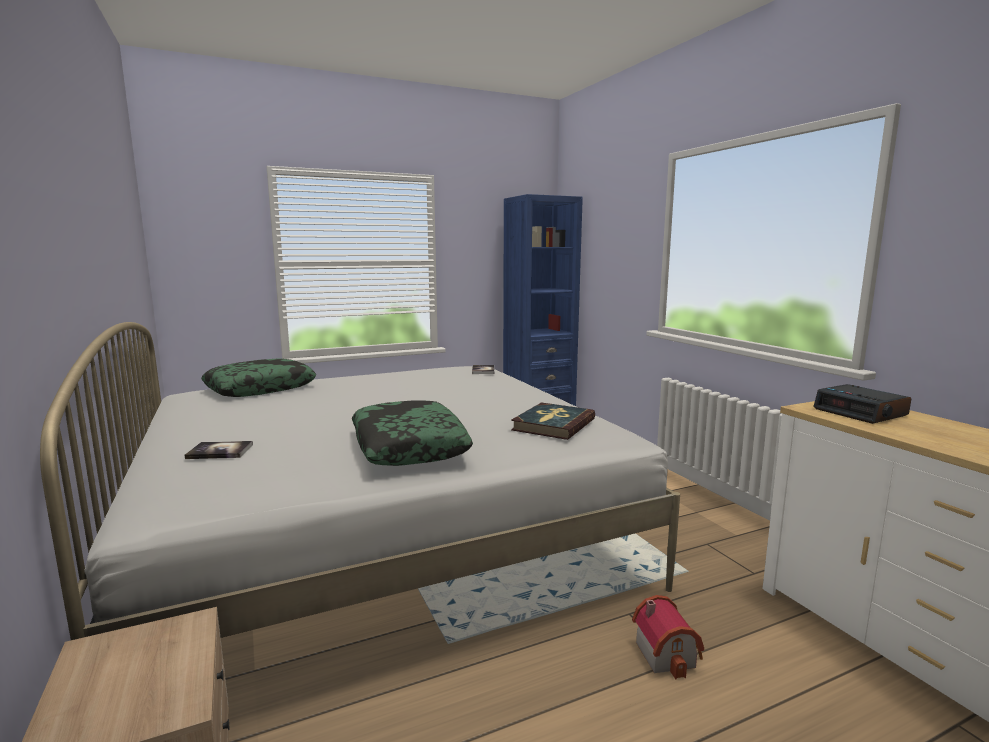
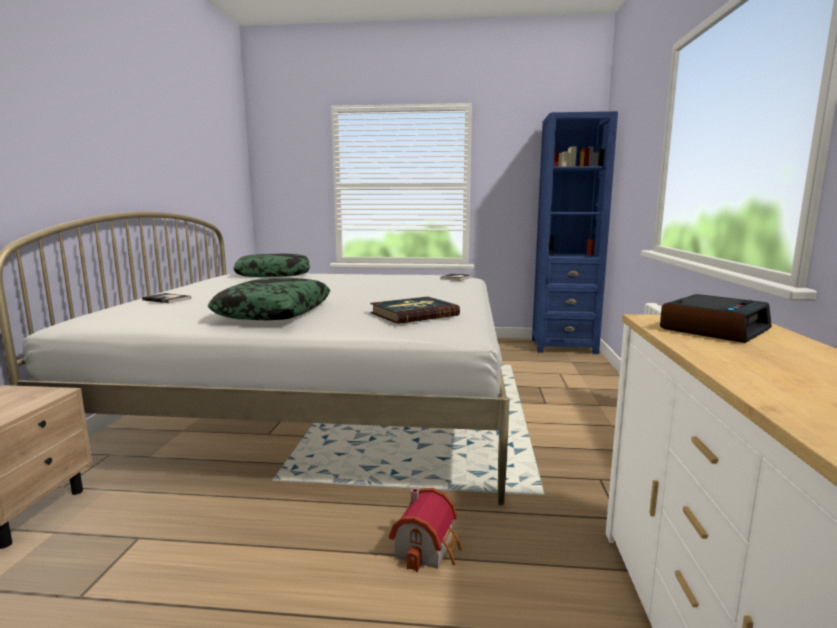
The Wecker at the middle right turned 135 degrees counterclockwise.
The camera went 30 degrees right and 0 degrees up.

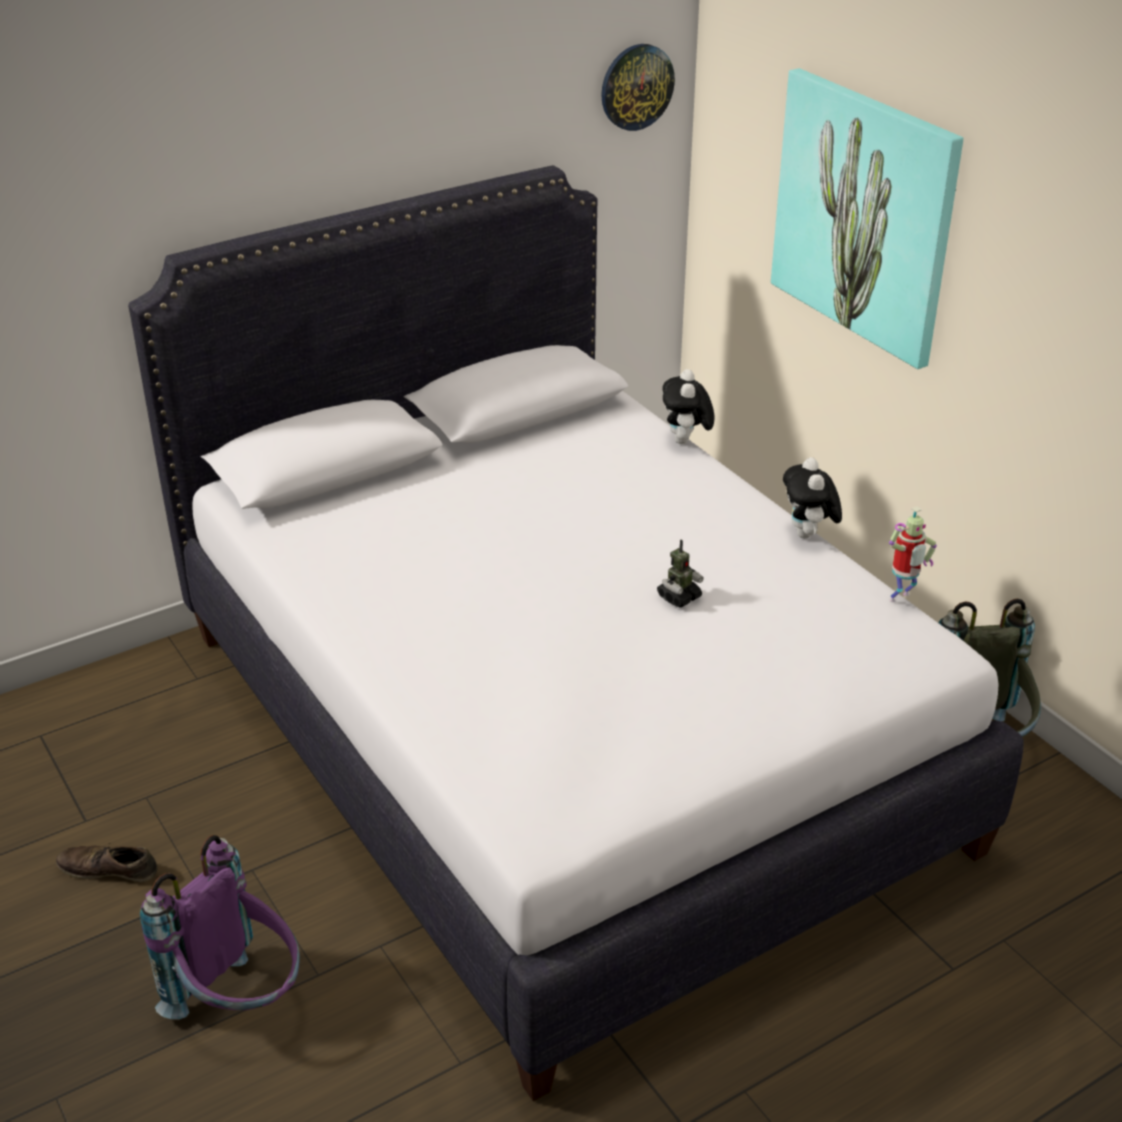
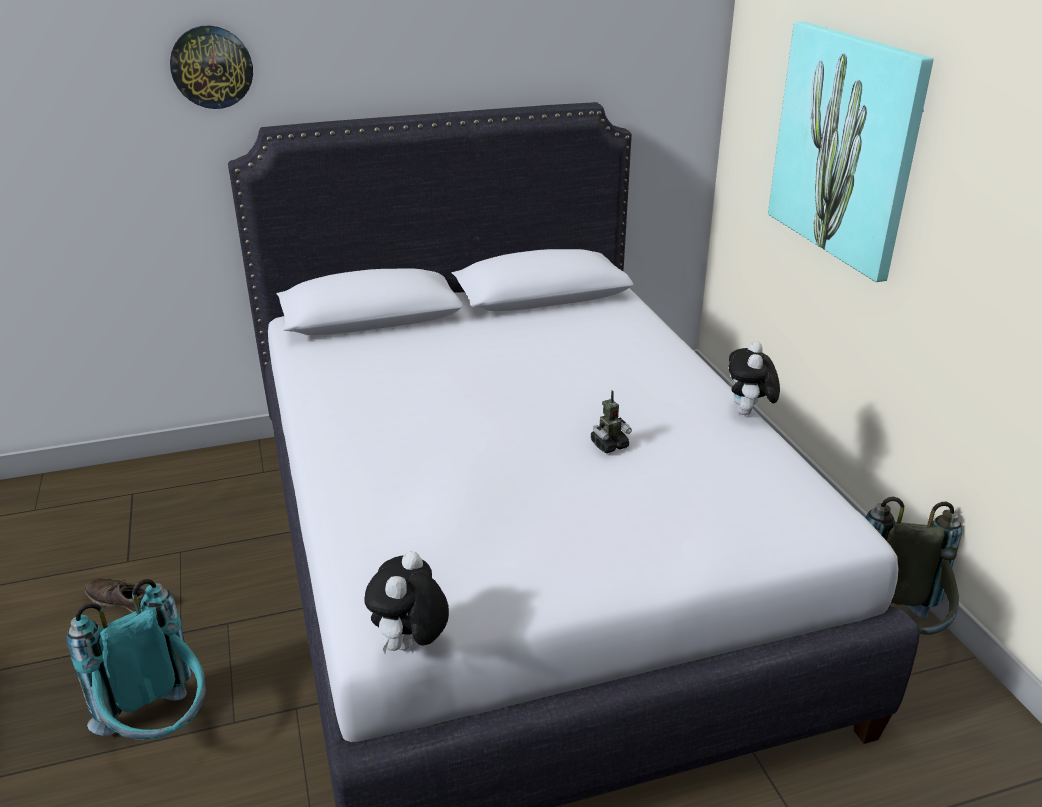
The Wanduhr moved from the top centre to the top left.
The Plüschtier (no. 1 from left) moved from the centre to the bottom centre.
The Spielzeugroboter (no. 2 from left) at the middle right disappeared.
The Rucksack/lila at the bottom left became the Rucksack/türkis at the bottom left.
The camera went 15 degrees right and 5 degrees down.

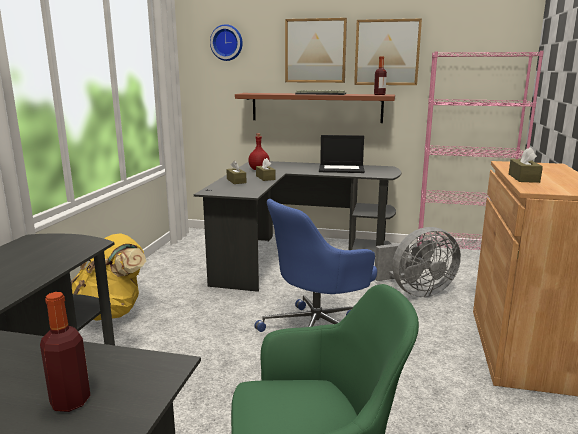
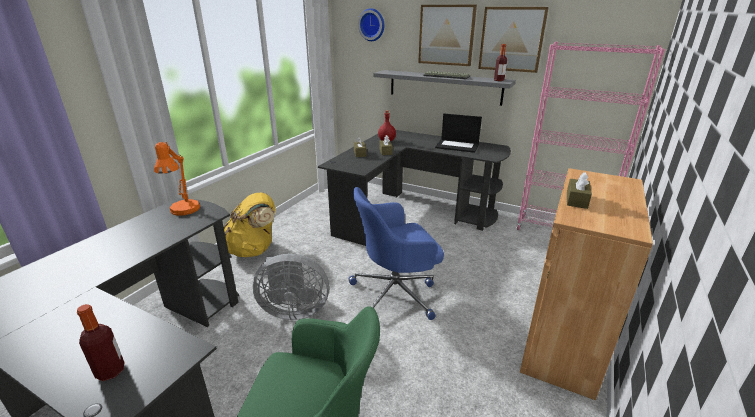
The Wandregal/braun at the top centre became the Wandregal/grau at the top centre.
The Ventilator/grau moved from the middle right to the bottom centre.
The Tischlampe/orange at the middle left appeared.
The camera went 15 degrees right and 10 degrees up.

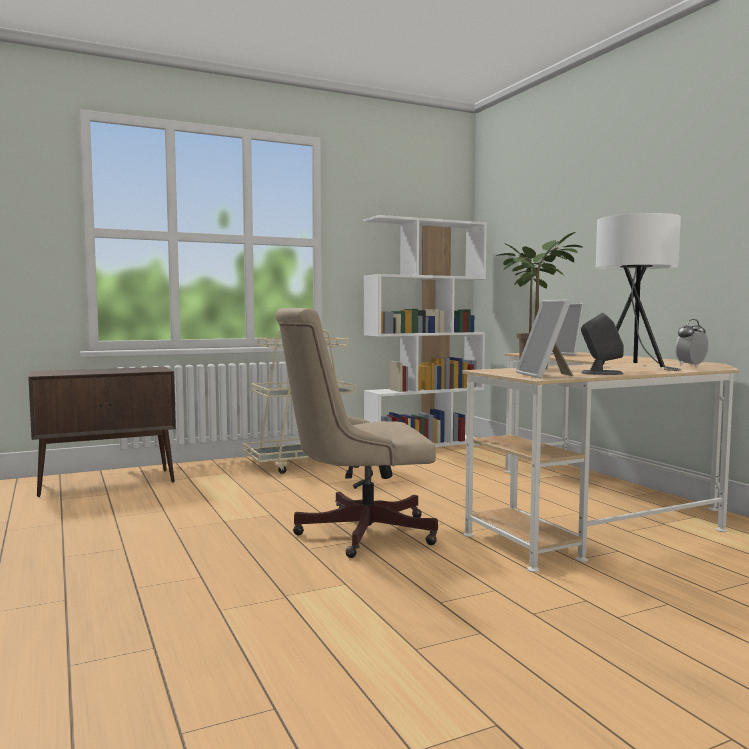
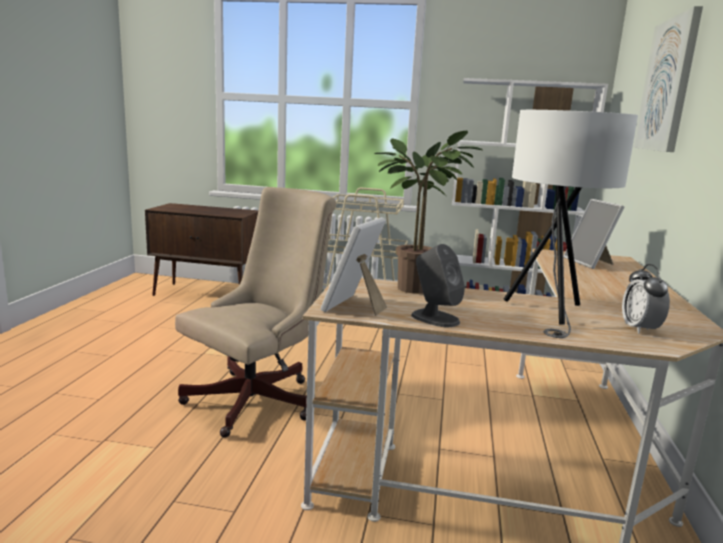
The Bürostuhl/beige at the centre turned 105 degrees clockwise.
The Wecker at the middle right turned 90 degrees counterclockwise.
The Bild at the top right appeared.
The camera went 35 degrees right and 10 degrees up.

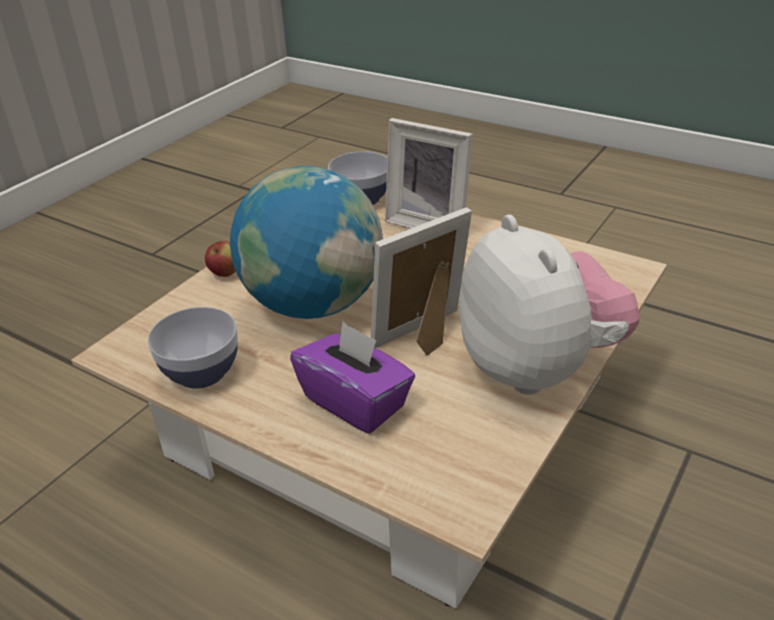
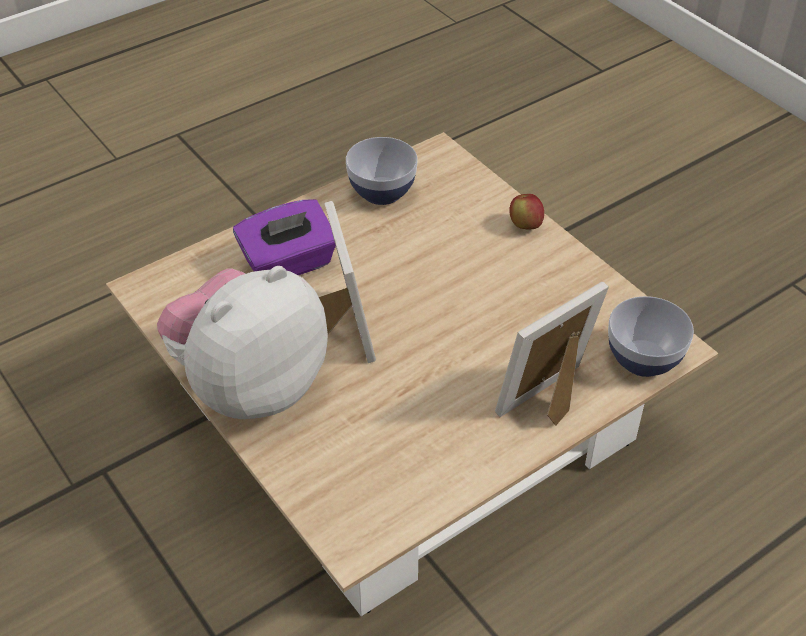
The Globus at the centre disappeared.
The Plüschtier at the middle right turned 135 degrees clockwise.
The camera went 110 degrees right and 10 degrees up.

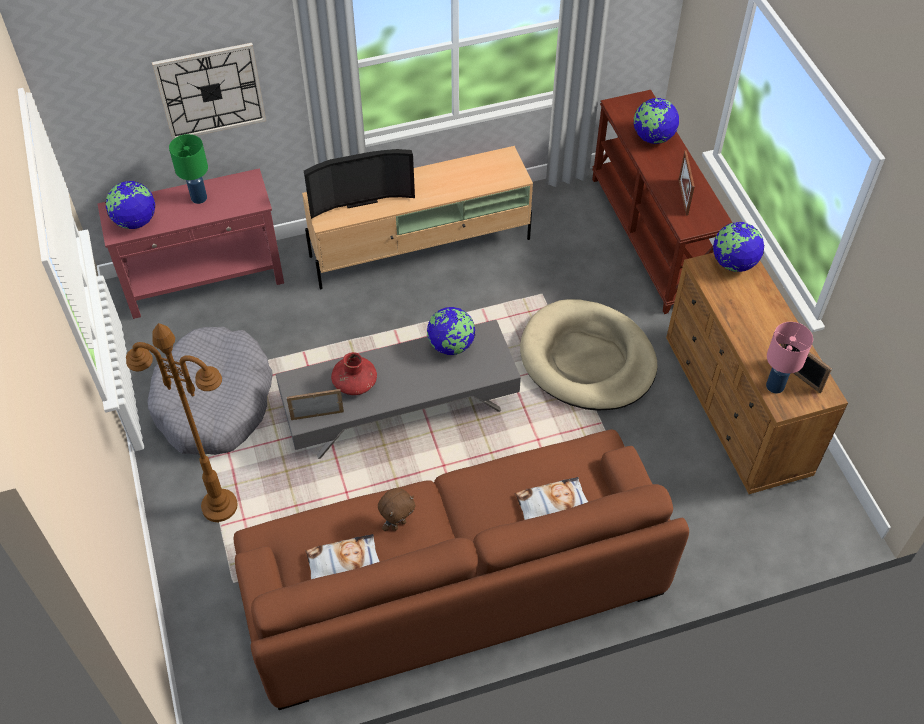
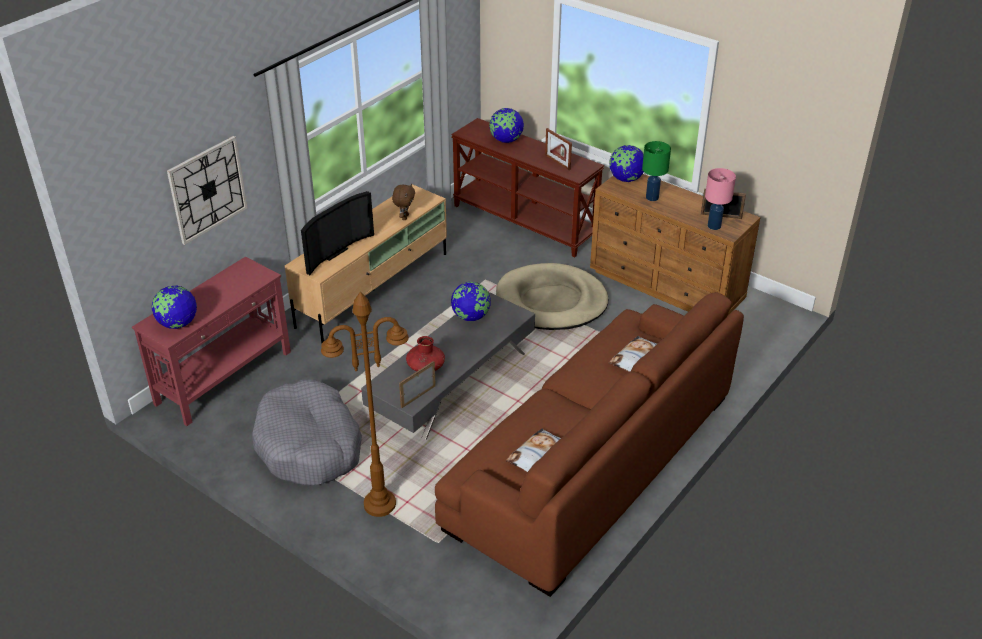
The Tischlampe/grün moved from the top left to the top right.
The Plüschtier/braun moved from the bottom centre to the top centre.
The camera went 35 degrees left and 15 degrees down.

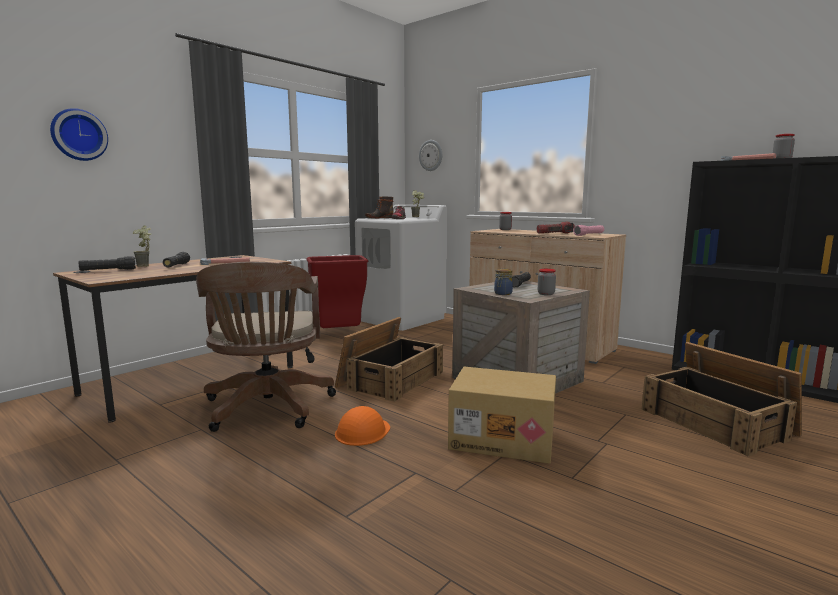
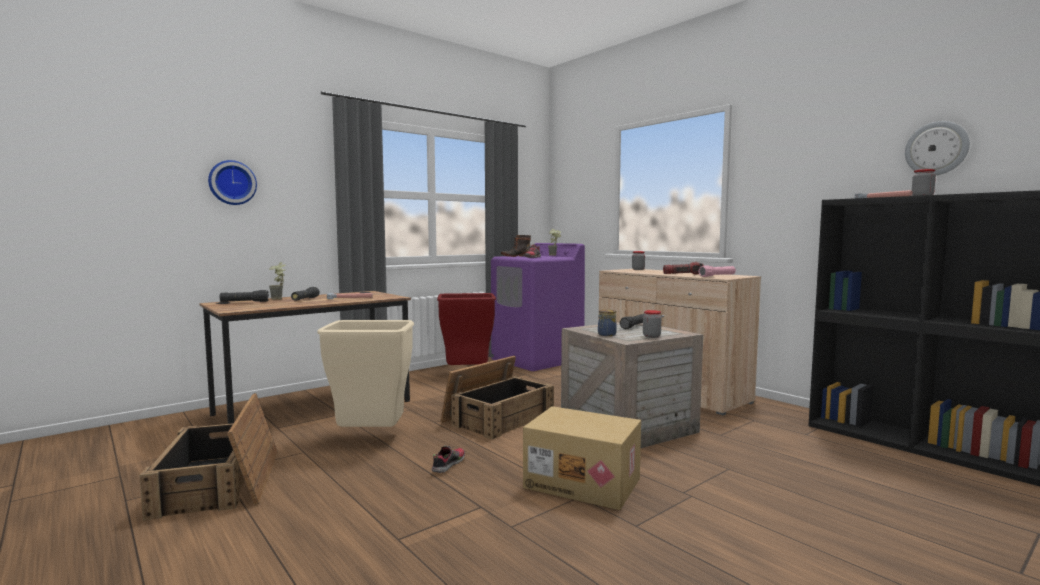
The Wanduhr (no. 2 from left) moved from the top centre to the top right.
The Waschmaschine/weiß at the centre became the Waschmaschine/lila at the centre.
The Bürostuhl/braun at the middle left was replaced by the Mülleimer/beige at the centre.
The Kiste (no. 3 from left in the first image) moved from the bottom right to the bottom left.
The Schutzhelm/orange at the bottom centre was replaced by the Schuh (no. 1 from left) at the bottom centre.
The camera went 10 degrees right and 5 degrees down.

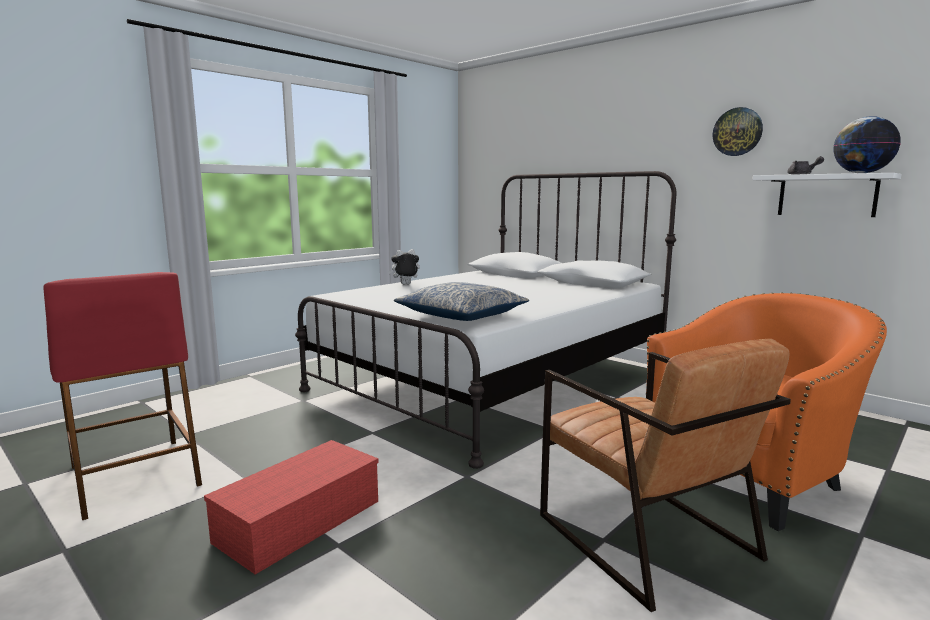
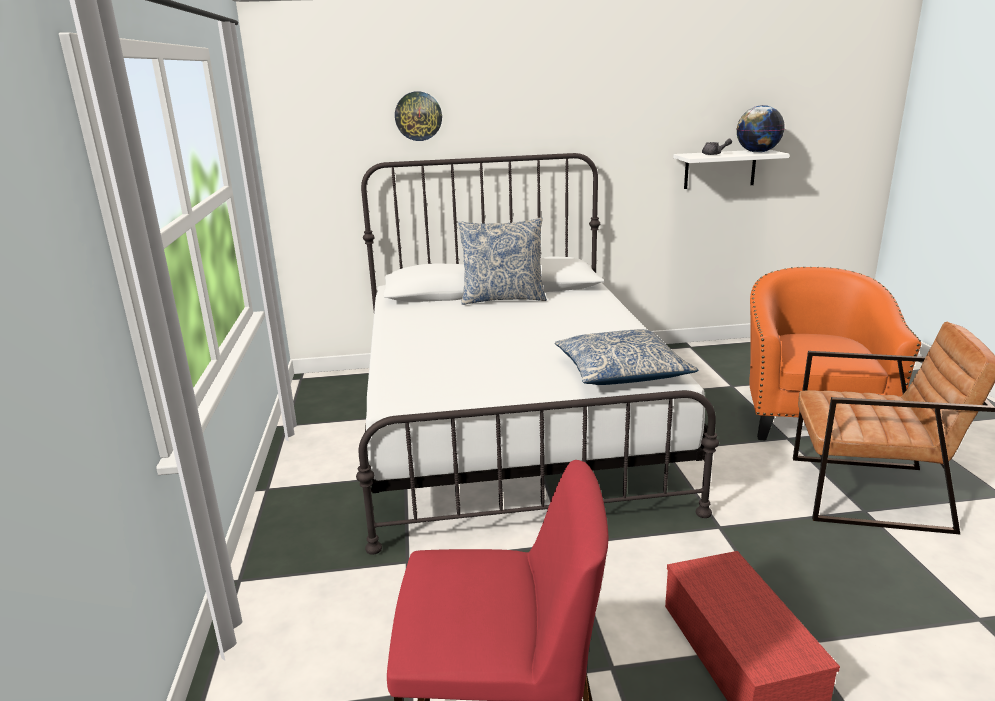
The Wanduhr moved from the top right to the top centre.
The Plüschtier at the centre disappeared.
The Kissen (no. 1 from left) at the centre appeared.
The camera went 50 degrees left and 10 degrees up.

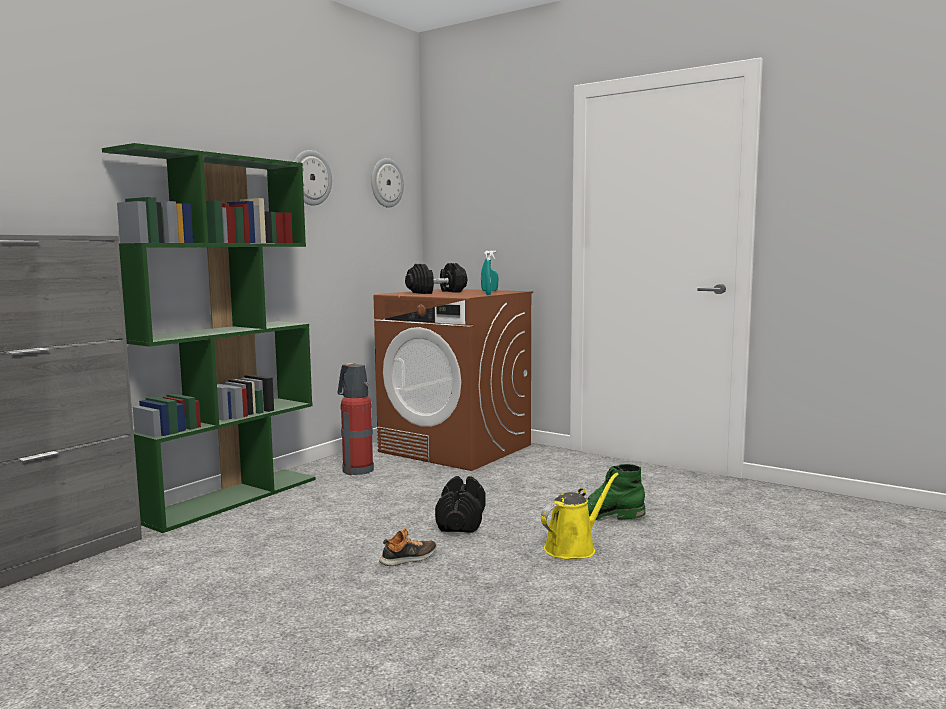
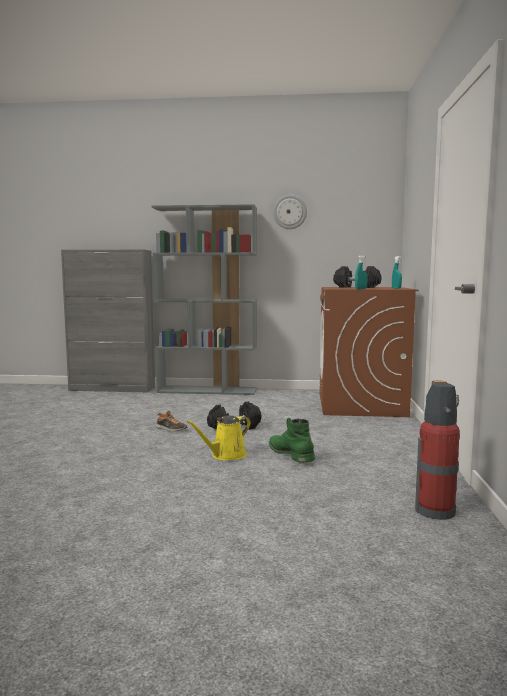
The Bücherregal/grün at the middle left became the Bücherregal/grau at the centre.
The Wanduhr (no. 2 from left) at the top centre disappeared.
The Feuerlöscher moved from the centre to the middle right.
The Gießkanne/gelb at the bottom centre turned 120 degrees clockwise.
The camera went 60 degrees right and 0 degrees up.

